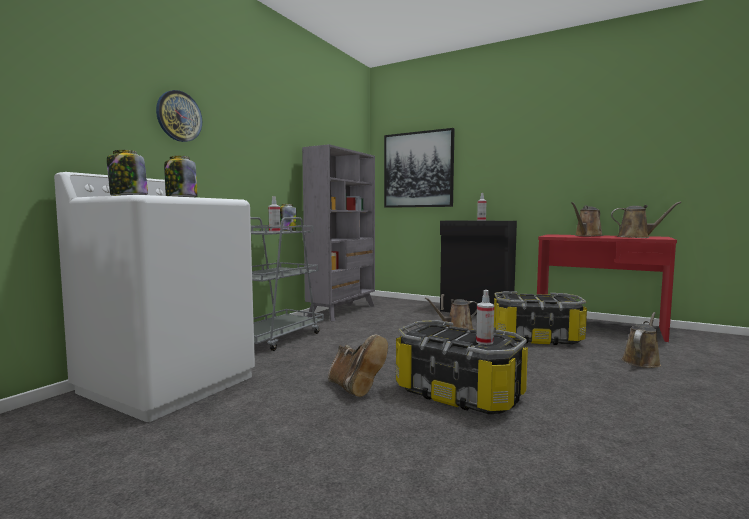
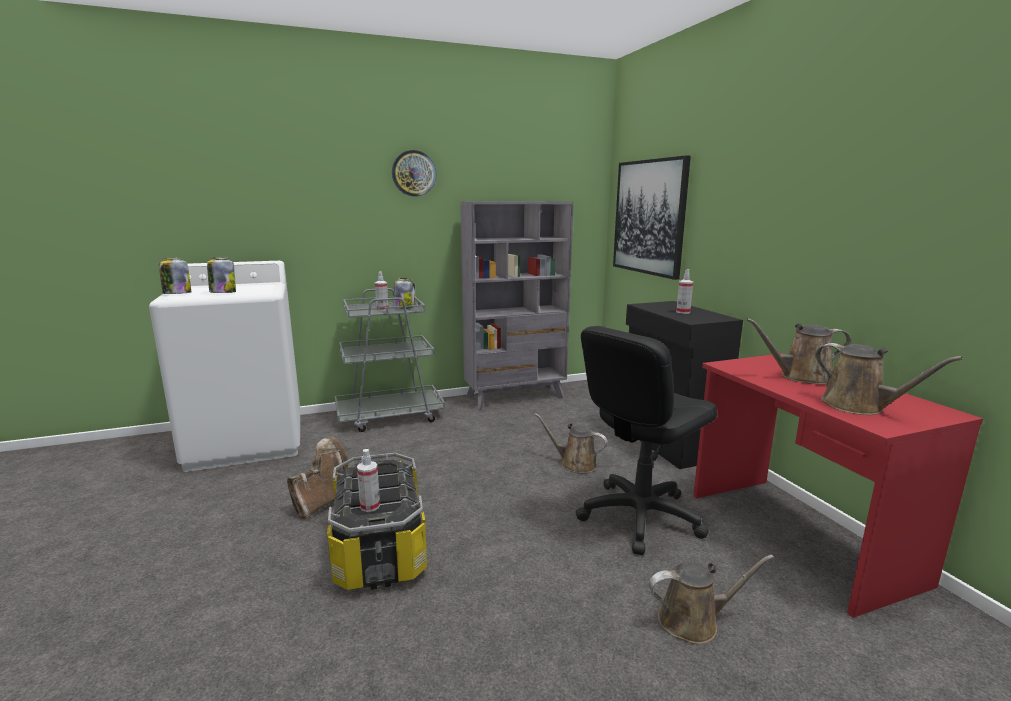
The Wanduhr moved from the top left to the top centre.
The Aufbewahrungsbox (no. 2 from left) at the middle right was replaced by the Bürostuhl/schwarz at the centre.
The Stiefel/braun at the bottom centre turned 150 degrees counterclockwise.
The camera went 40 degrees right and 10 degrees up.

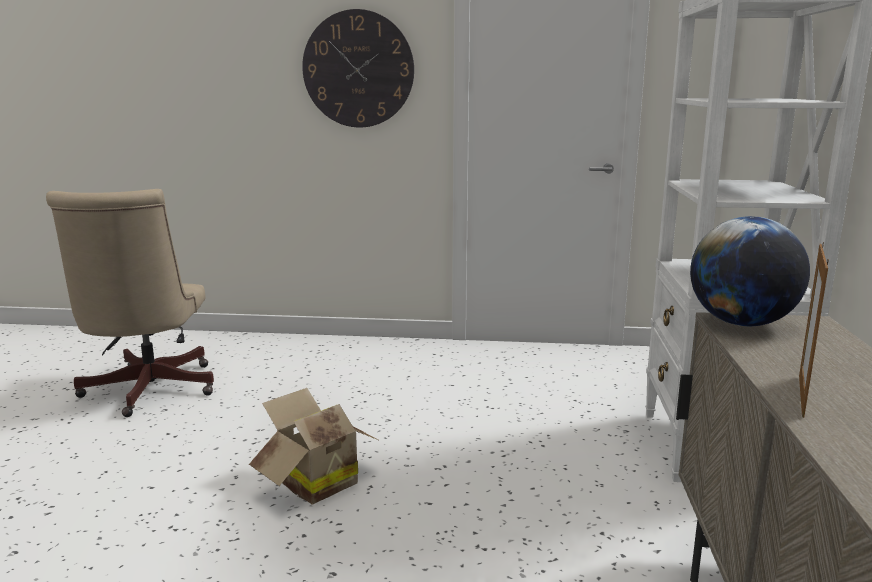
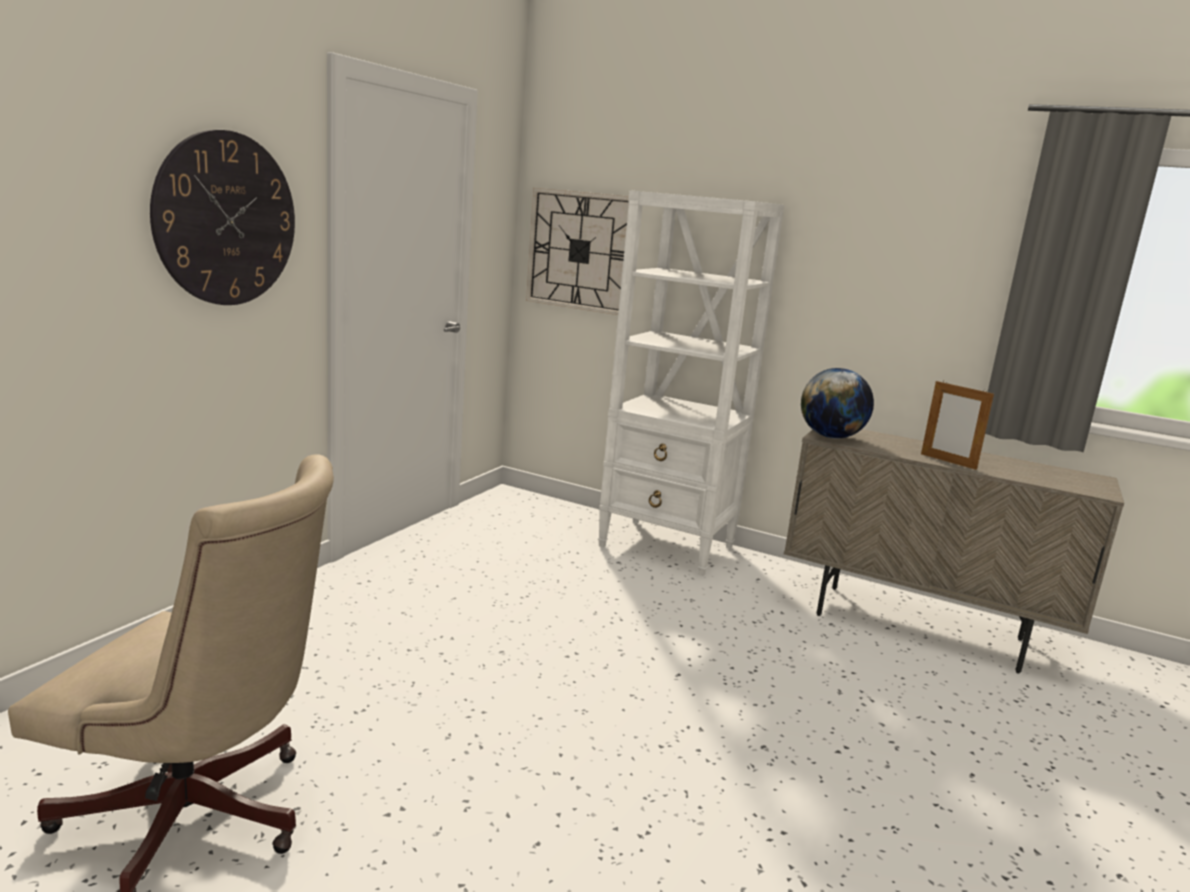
The Karton at the bottom centre disappeared.
The Wanduhr (no. 2 from left) at the top centre appeared.
The camera went 70 degrees left and 0 degrees up.

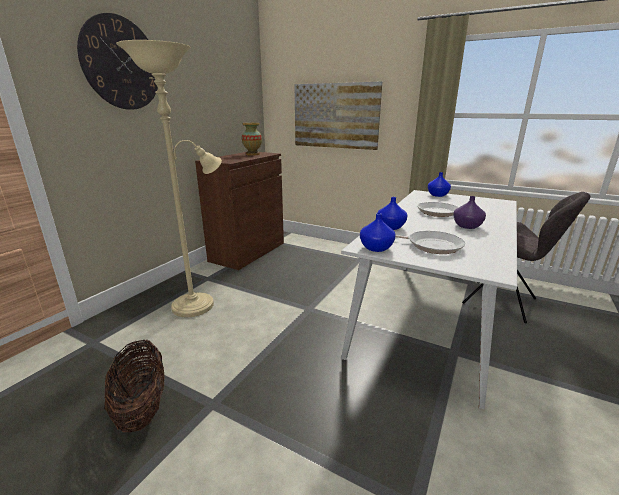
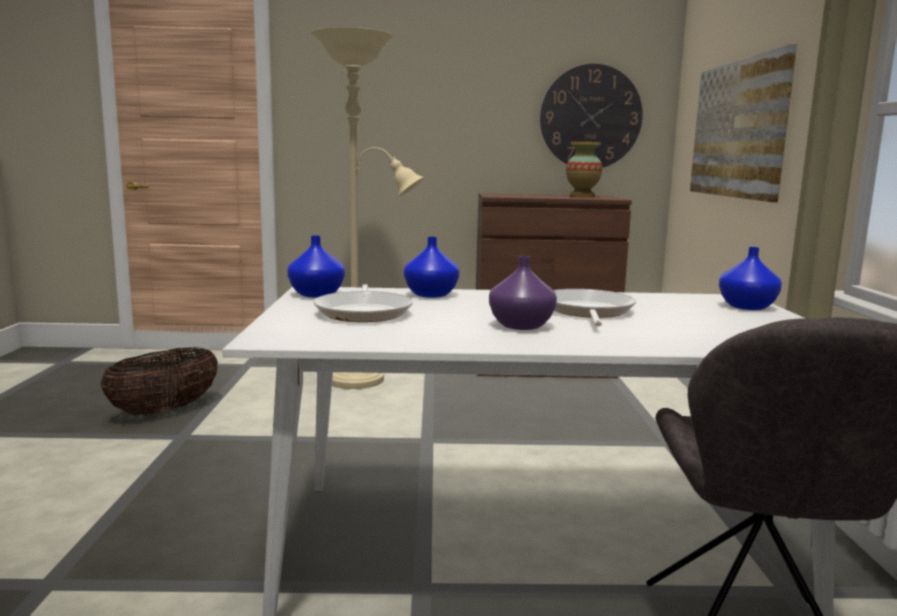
The Wanduhr moved from the top left to the top centre.
The camera went 60 degrees right and 10 degrees down.

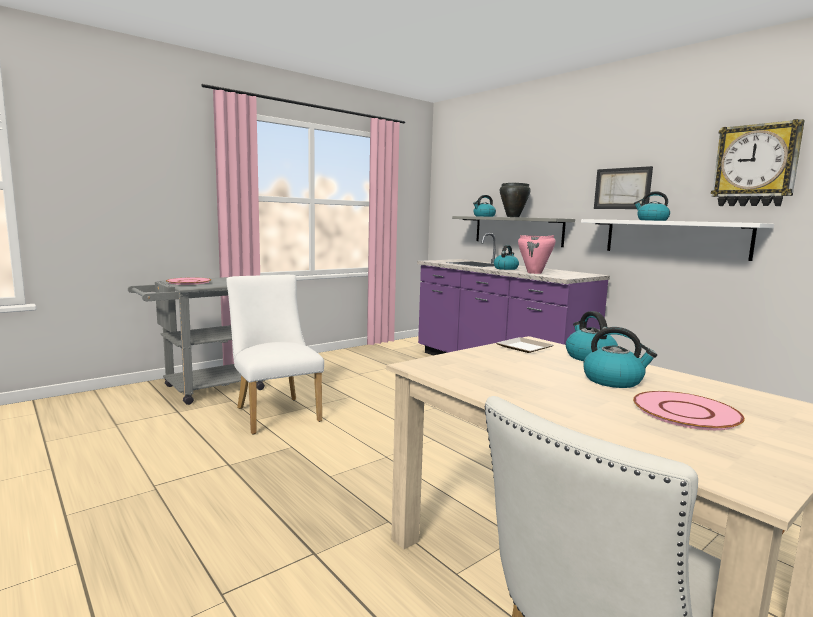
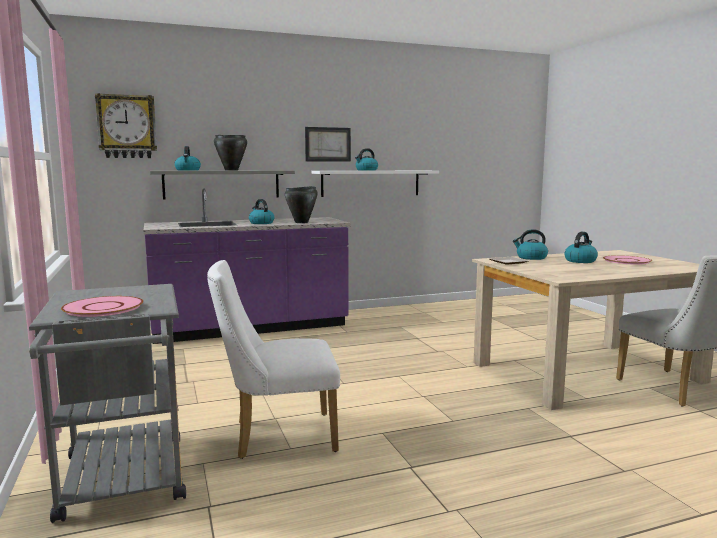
The Wanduhr moved from the top right to the top left.
The Kochtopf/rosa at the centre became the Kochtopf/schwarz (no. 2 from left) at the centre.
The camera went 70 degrees left and 0 degrees up.

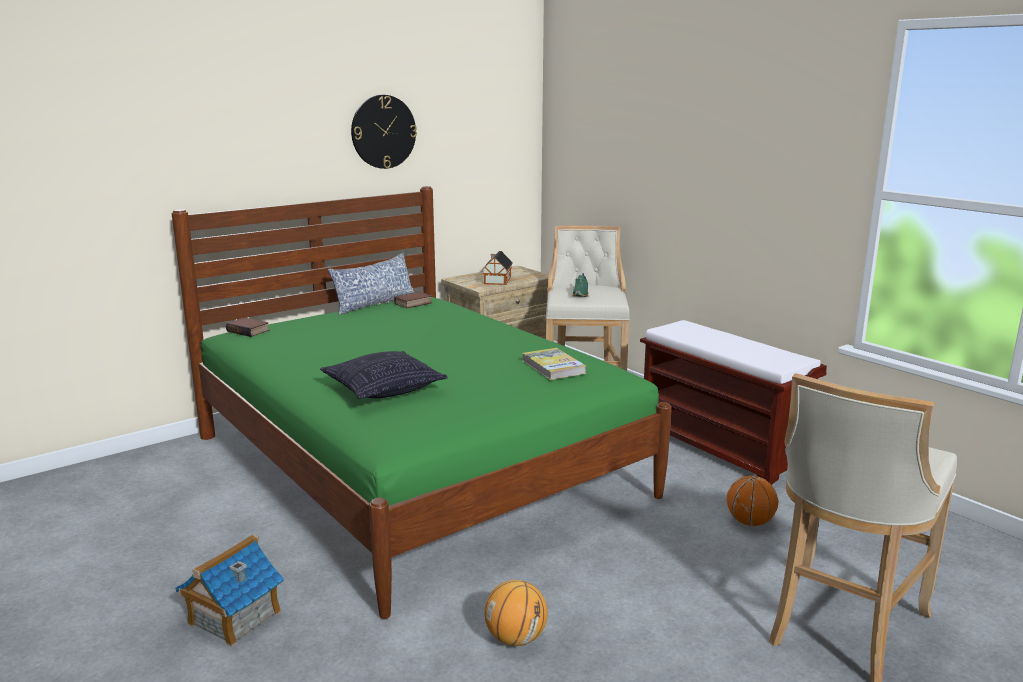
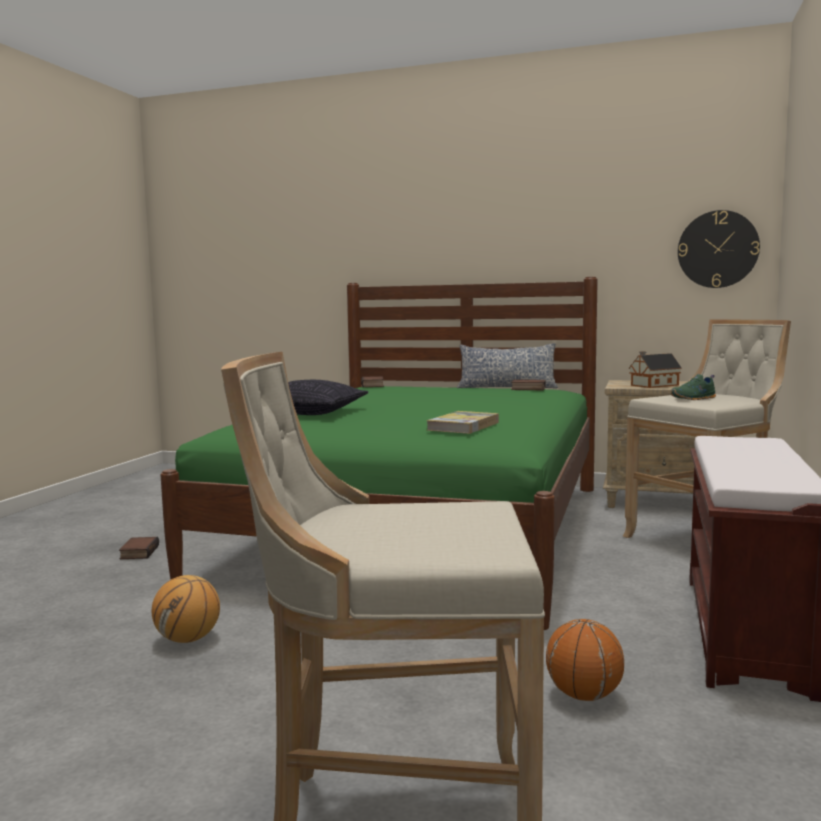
The Wanduhr moved from the top centre to the top right.
The Spielzeughaus (no. 1 from left) at the bottom left was replaced by the Buch (no. 1 from left) at the bottom left.
The camera went 55 degrees right and 10 degrees down.

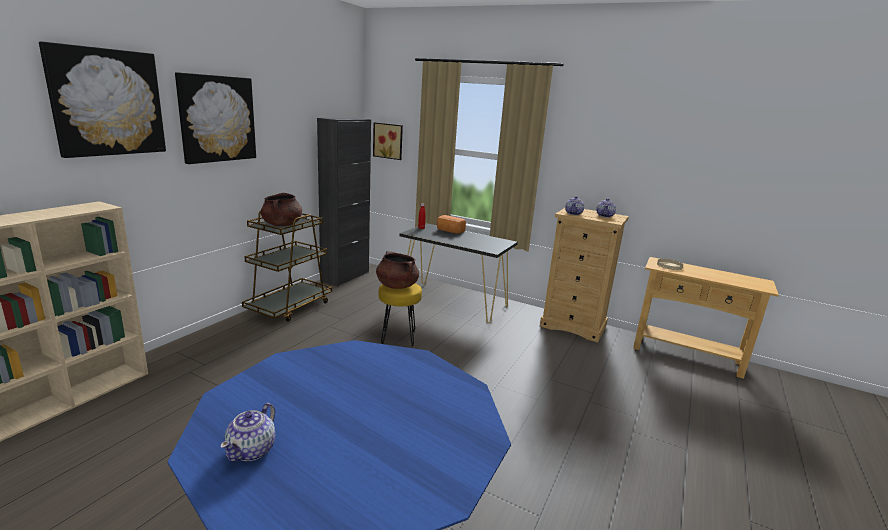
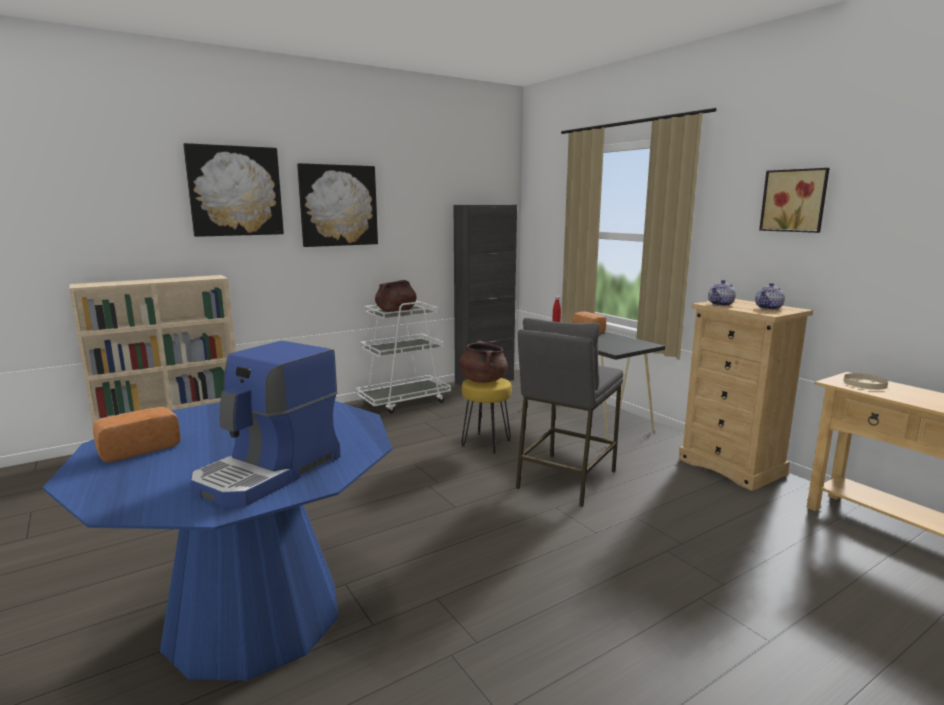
The Bild (no. 3 from left) moved from the top centre to the top right.
The Rollwagen/braun at the middle left became the Rollwagen/weiß at the centre.
The Teekanne (no. 1 from left) at the bottom left was replaced by the Brot (no. 1 from left) at the middle left.
The Hocker/grau at the centre appeared.
The Kaffeemaschine at the middle left appeared.
The camera went 30 degrees right and 5 degrees down.

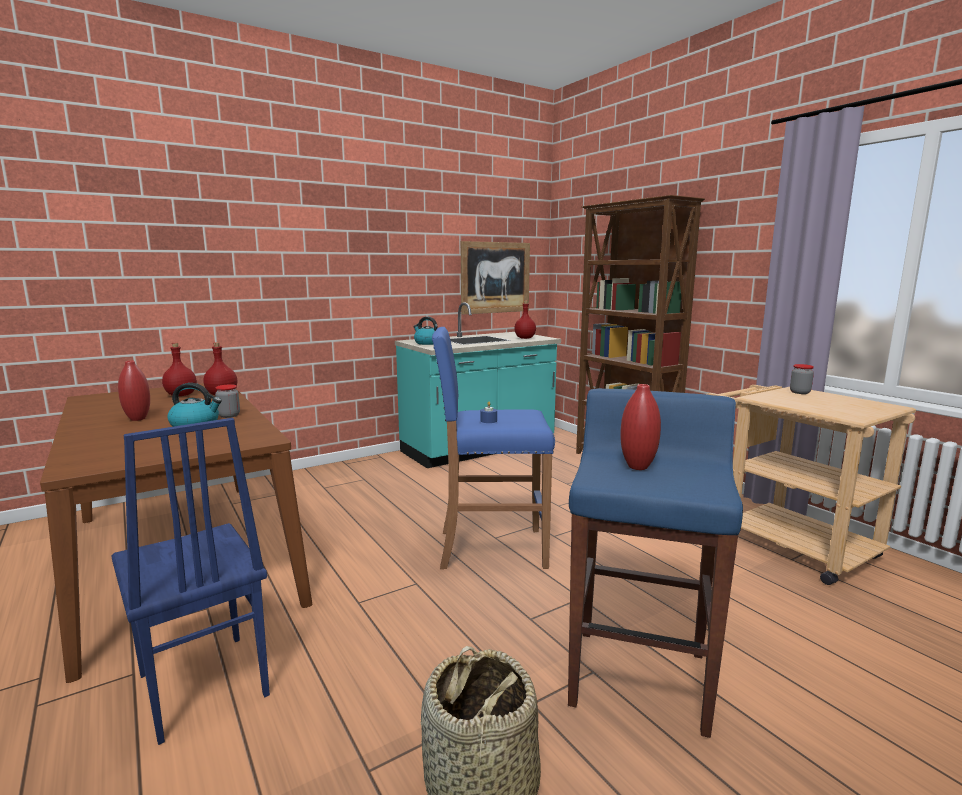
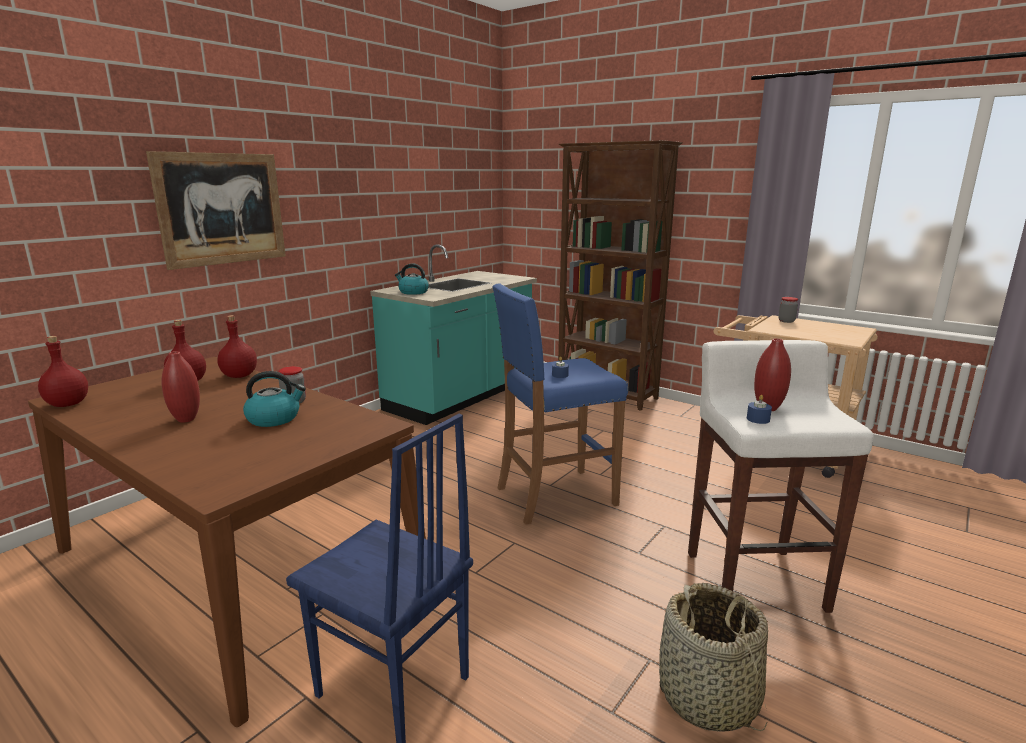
The Bild moved from the centre to the top left.
The Flasche/rot (no. 3 from left in the first image) moved from the centre to the middle left.
The Hocker/blau (no. 2 from left) at the bottom right became the Hocker/weiß at the middle right.
The Kerze/blau (no. 2 from left) at the middle right appeared.
The camera went 20 degrees left and 5 degrees up.

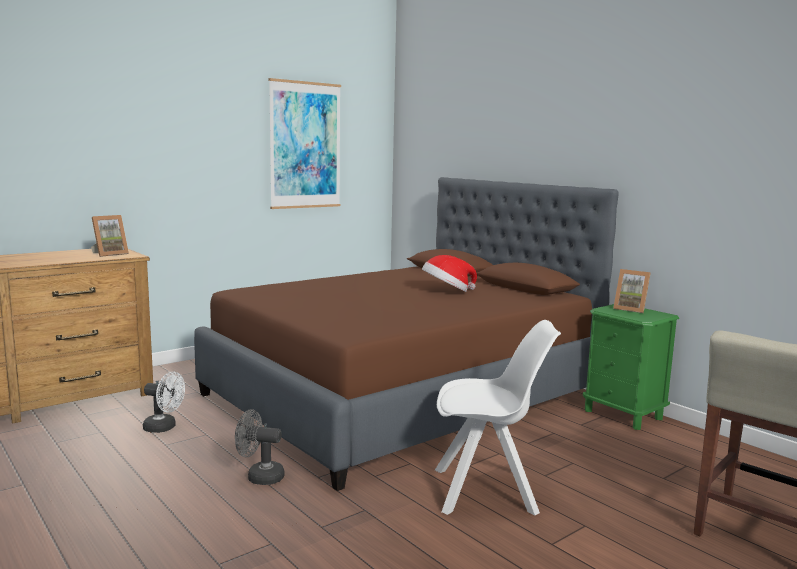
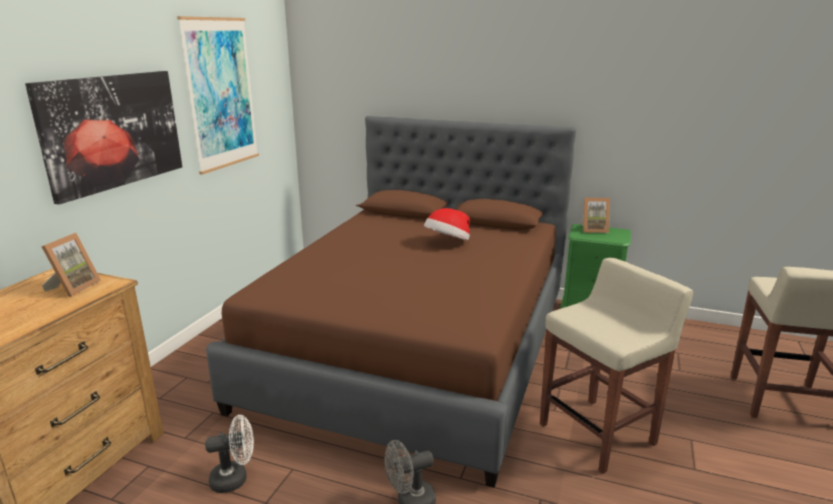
The Stuhl/weiß at the bottom centre was replaced by the Hocker/beige (no. 1 from left) at the bottom right.
The Bild (no. 1 from left) at the top left appeared.
The camera went 30 degrees left and 10 degrees up.

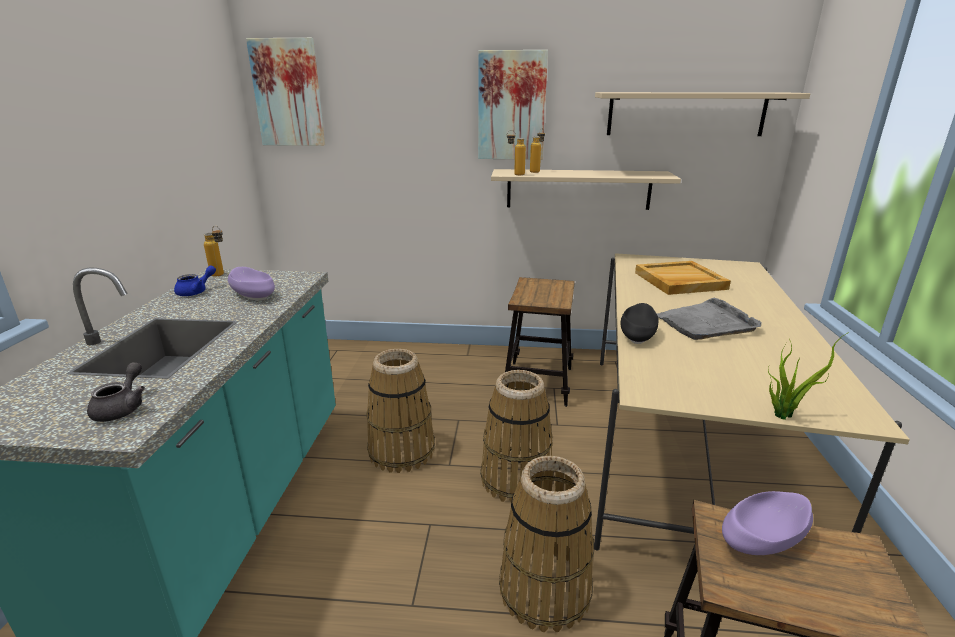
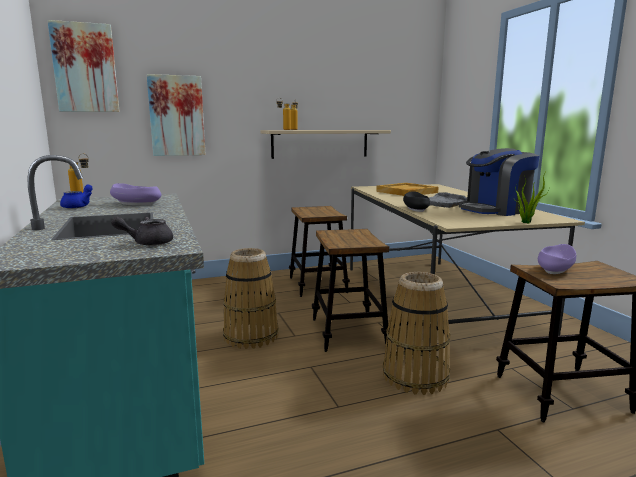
The Bild (no. 2 from left) moved from the top centre to the top left.
The Wandregal/beige (no. 2 from left) at the top right disappeared.
The Teekanne/grau at the middle left turned 90 degrees counterclockwise.
The Korb (no. 2 from left) at the bottom centre was replaced by the Hocker (no. 2 from left) at the centre.
The Kaffeemaschine at the middle right appeared.
The camera went 25 degrees left and 10 degrees down.

